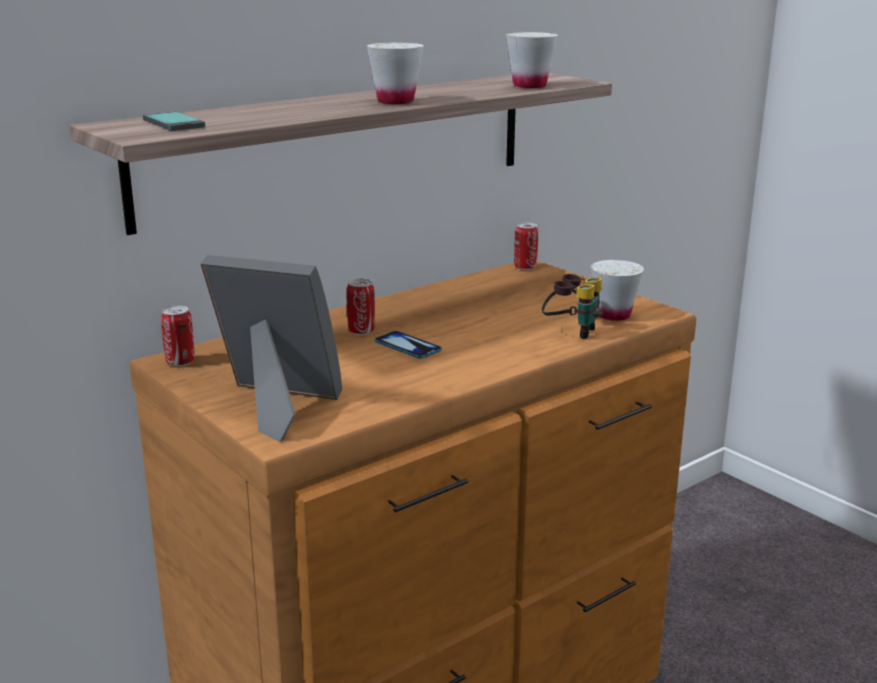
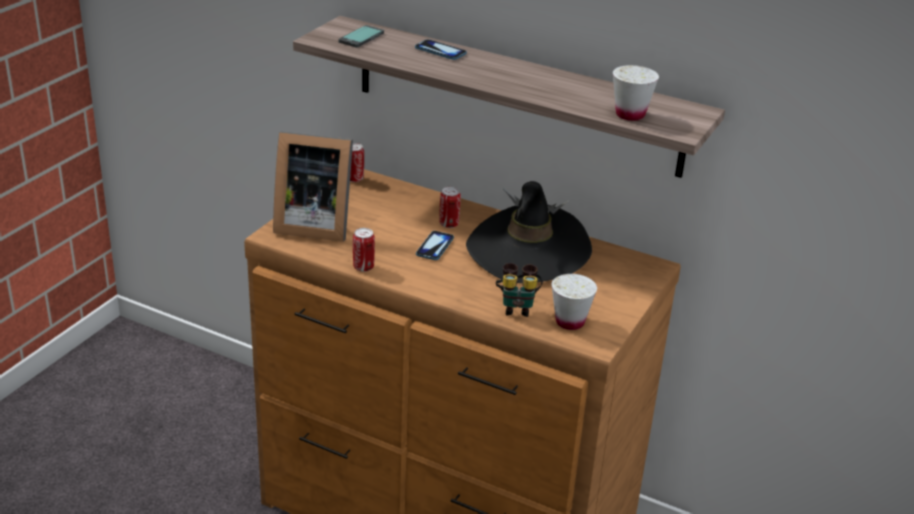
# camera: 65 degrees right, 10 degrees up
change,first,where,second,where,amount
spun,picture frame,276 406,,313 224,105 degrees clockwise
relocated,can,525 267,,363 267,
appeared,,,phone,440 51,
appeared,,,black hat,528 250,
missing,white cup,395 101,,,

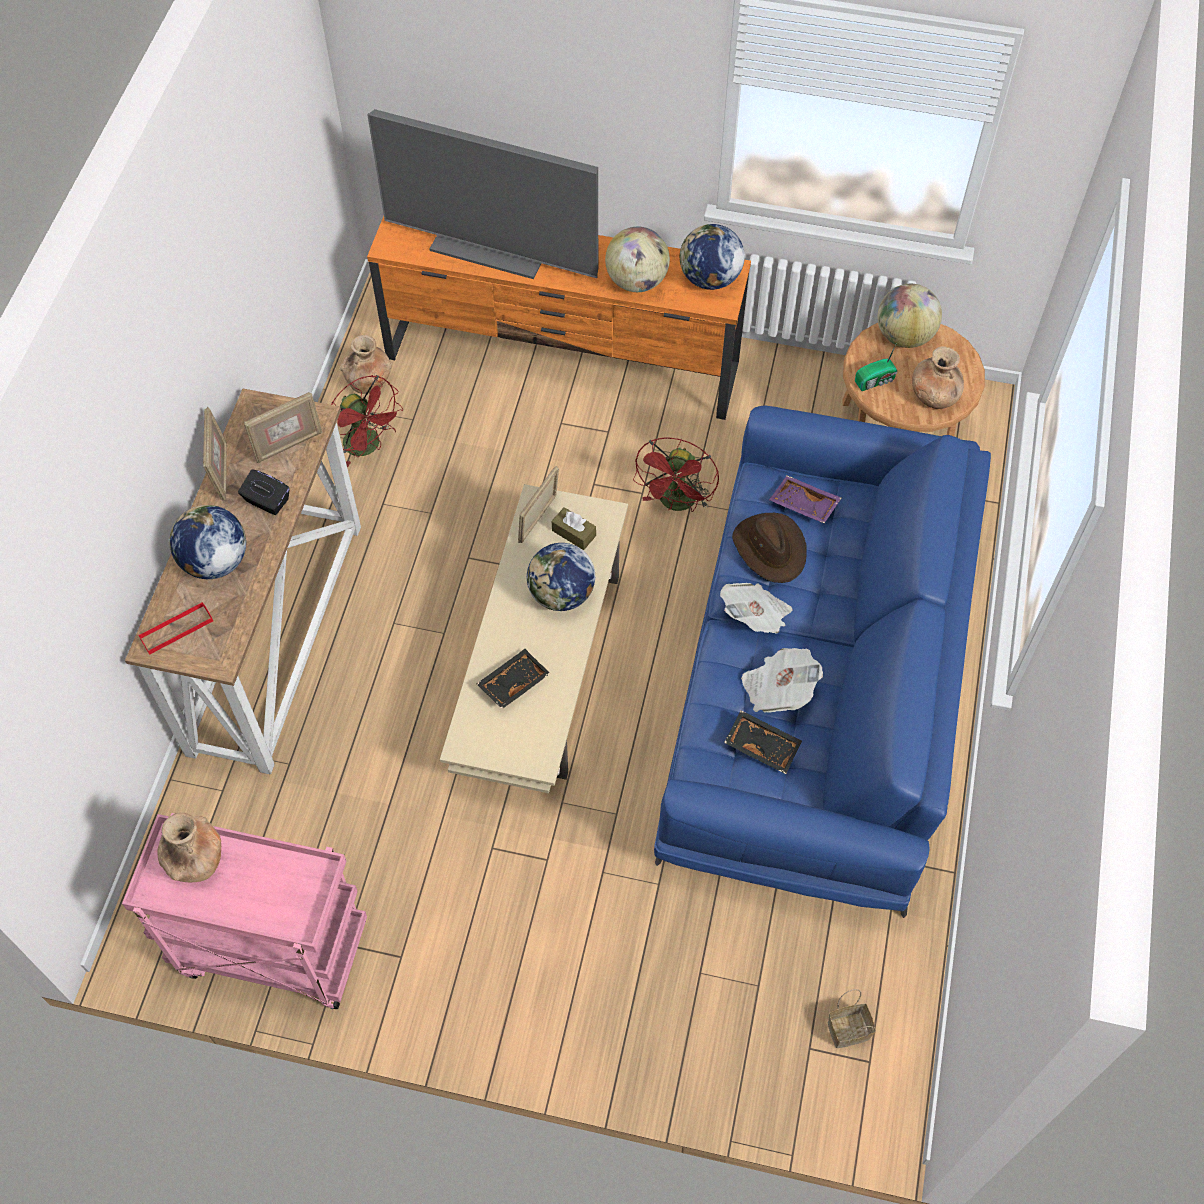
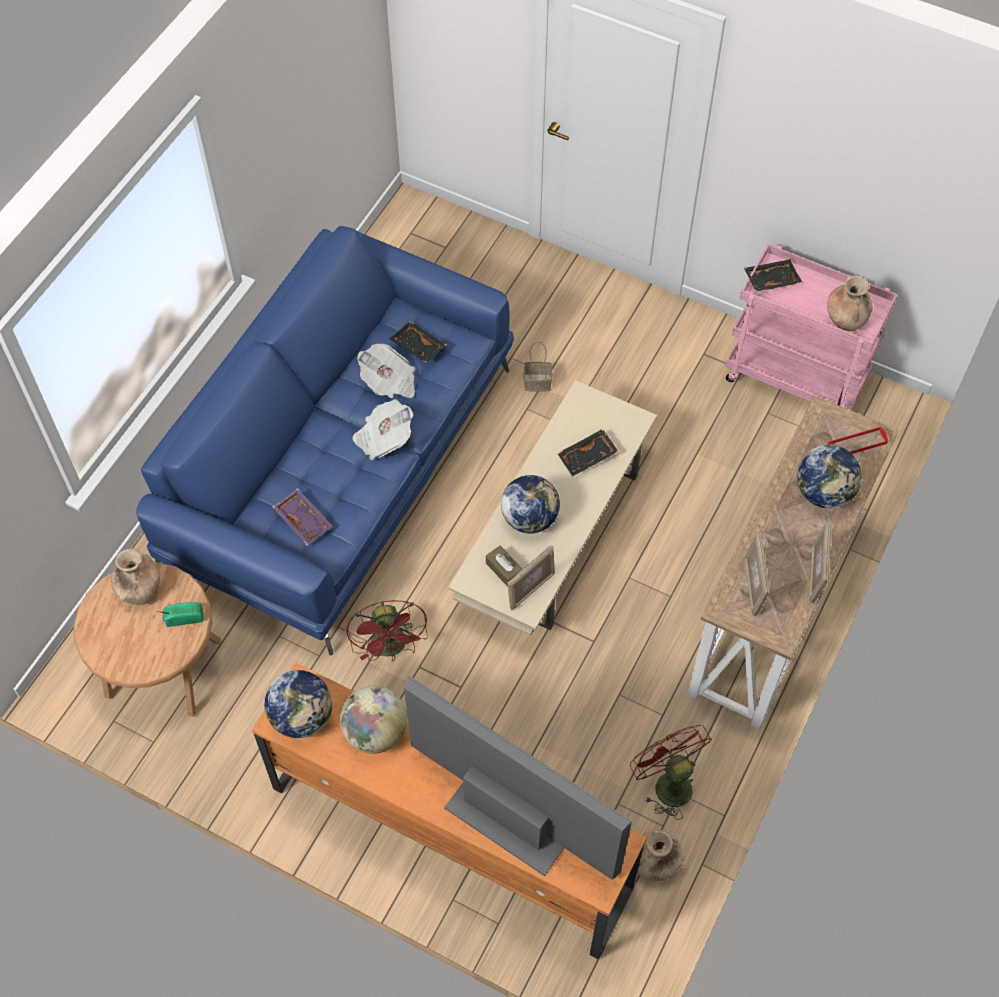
# camera: 165 degrees left, 0 degrees up
change,first,where,second,where,amount
spun,red fan,677 503,,391 648,135 degrees clockwise
relocated,basket,849 1029,,536 383,
appeared,,,black tray,771 279,
spun,picture frame,288 445,,752 586,75 degrees counterclockwise
missing,black tissue box,267 501,,,
missing,brown hat,770 548,,,
missing,globe,904 336,,,

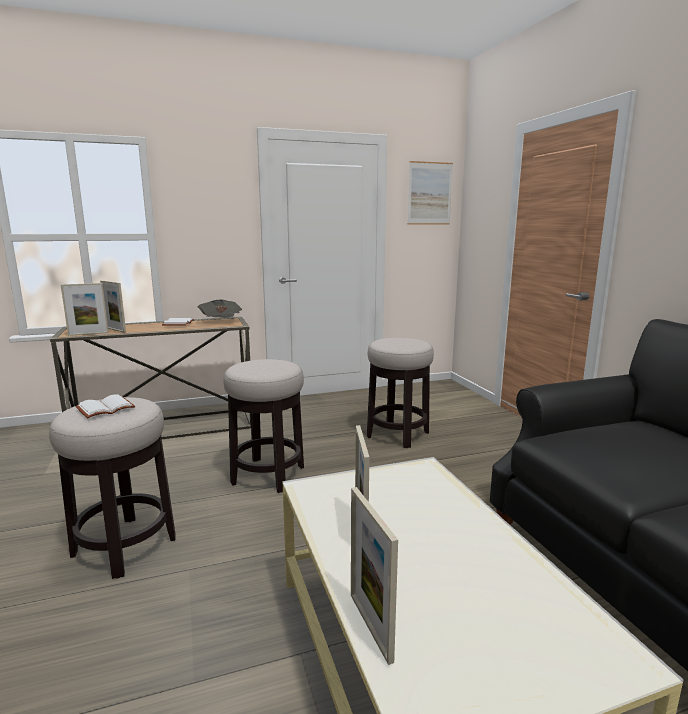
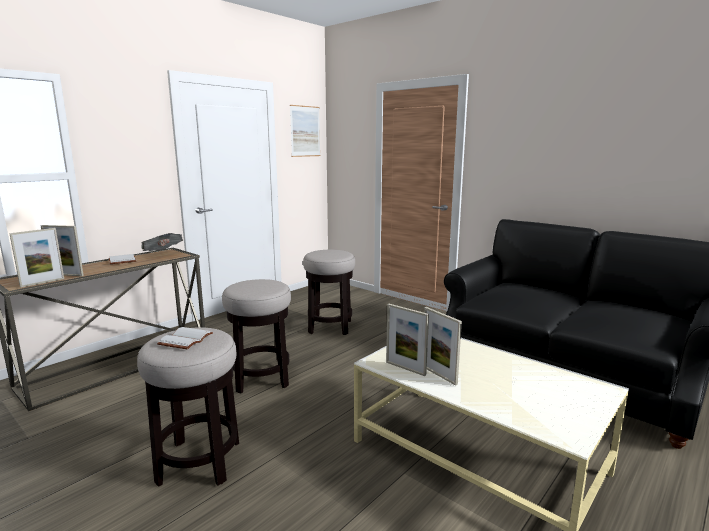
# camera: 30 degrees left, 0 degrees up
change,first,where,second,where,amount
relocated,picture frame,370 626,,405 368,

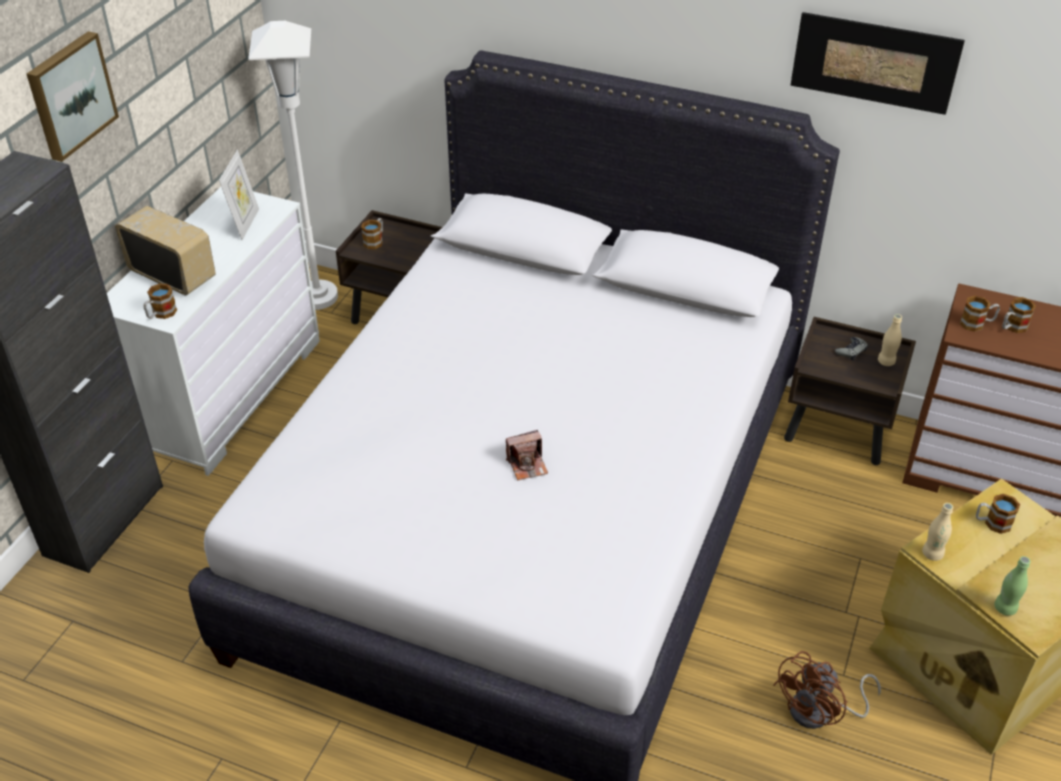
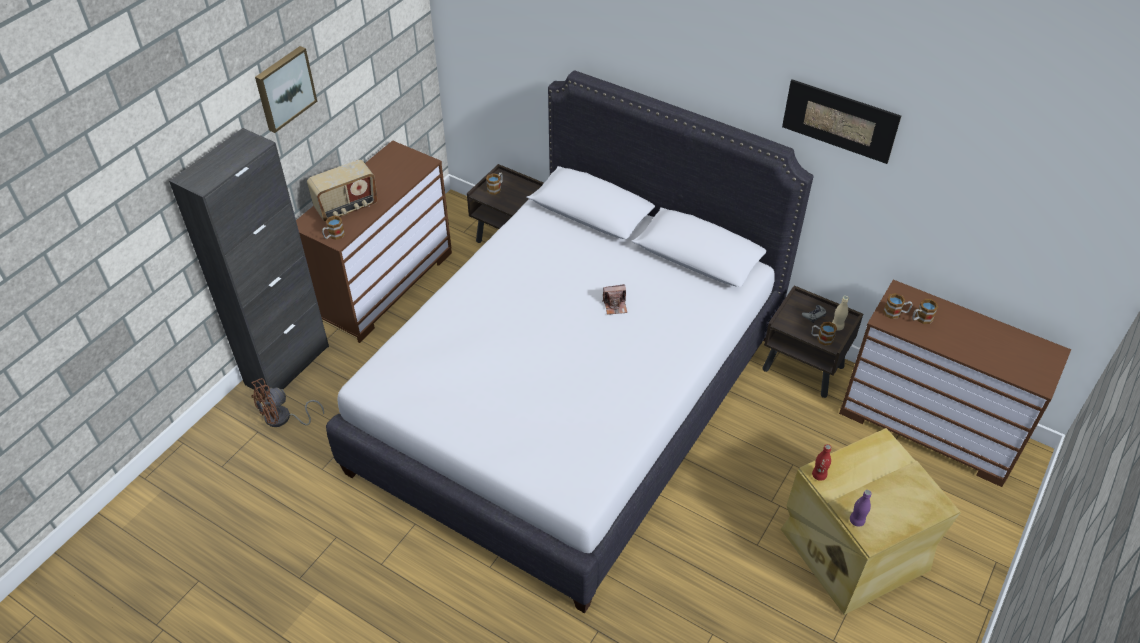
# camera: 10 degrees right, 5 degrees up
change,first,where,second,where,amount
relocated,brown fan,820 712,,283 419,
colour,white dresser,229 393,brown dresser,384 284,
spun,radio,173 275,,346 207,105 degrees clockwise
relocated,photo camera,527 465,,615 305,
relocated,mug,992 523,,821 338,
colour,beige bottle,932 554,red bottle,819 475,
colour,green bottle,1005 608,purple bottle,857 520,
missing,picture frame,245 224,,,
missing,white floor lamp,317 297,,,

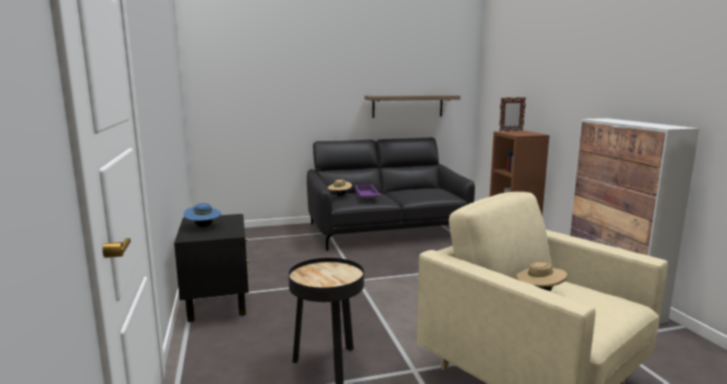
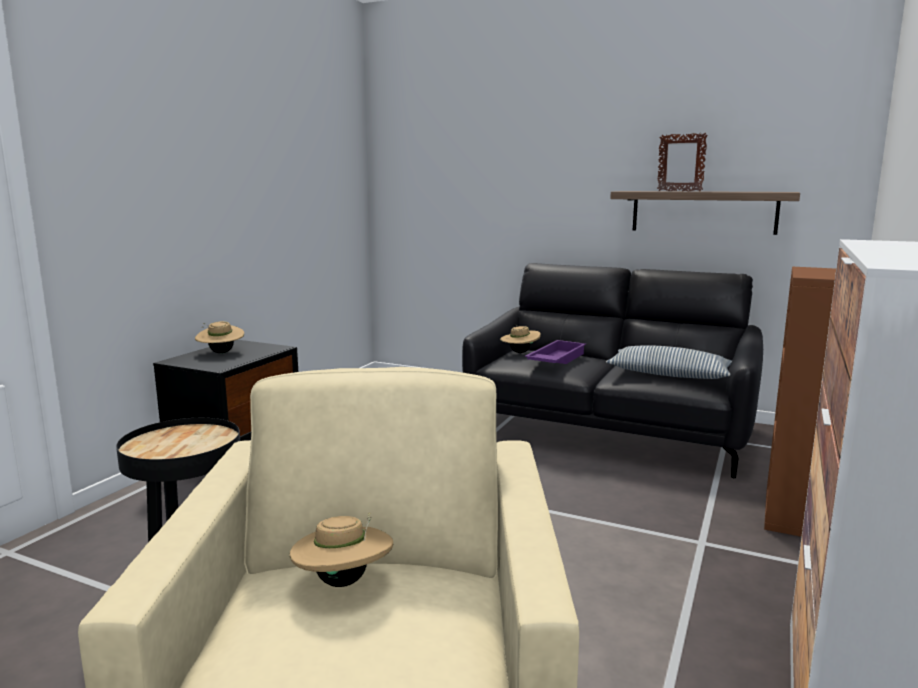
# camera: 40 degrees right, 0 degrees up
change,first,where,second,where,amount
colour,blue hat,203 227,beige hat,221 352,
appeared,,,pillow,668 375,
relocated,picture frame,510 131,,679 191,

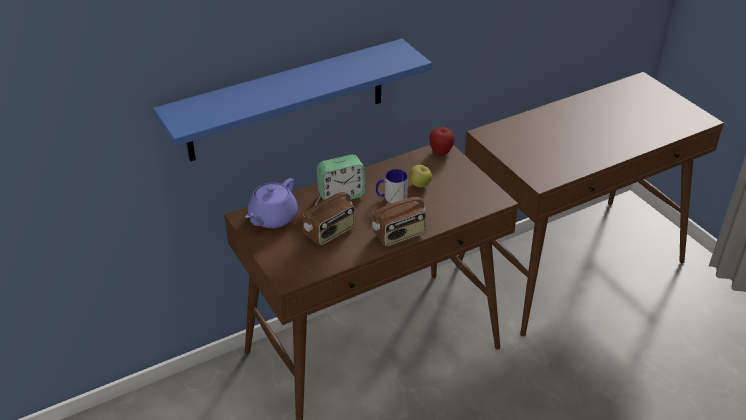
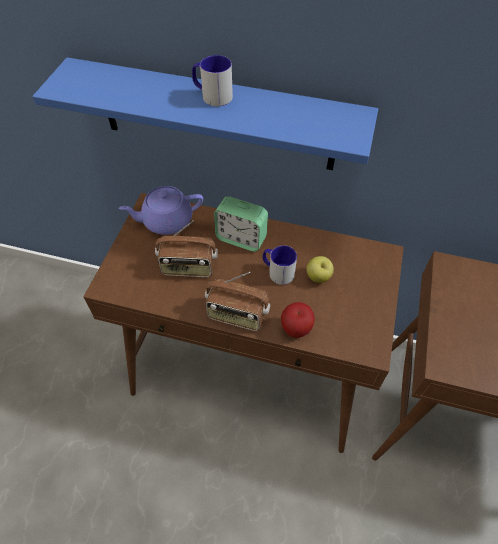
# camera: 45 degrees right, 15 degrees up
change,first,where,second,where,amount
appeared,,,mug,212 95,
relocated,apple,441 152,,296 330,

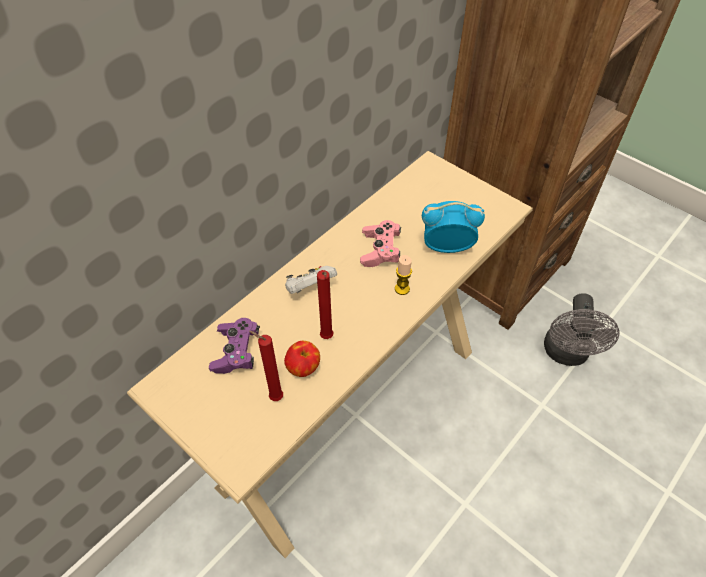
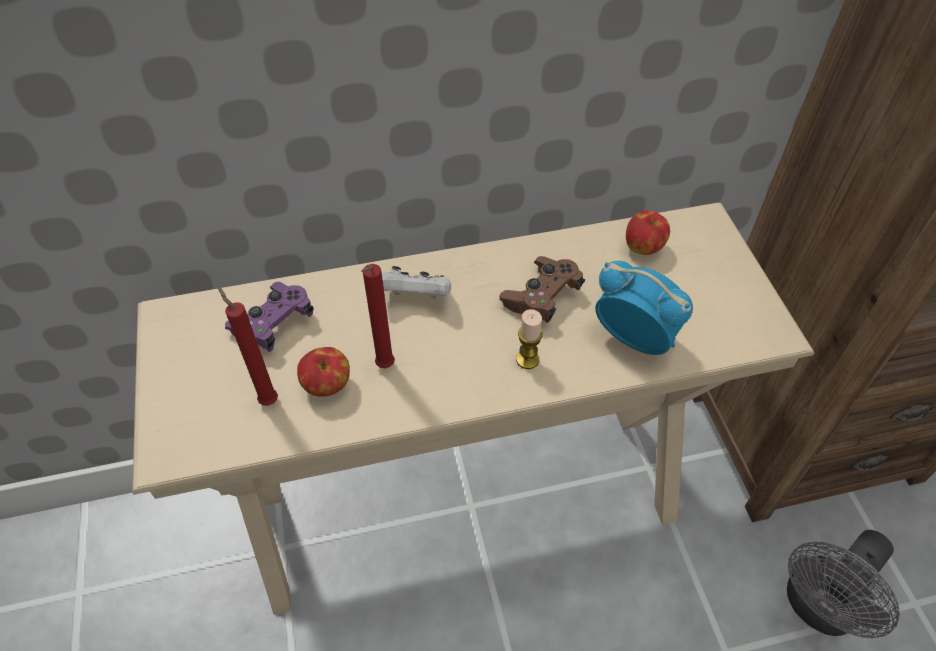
# camera: 35 degrees right, 0 degrees up
change,first,where,second,where,amount
colour,pink game controller,380 250,brown game controller,542 297,
appeared,,,apple,643 247,

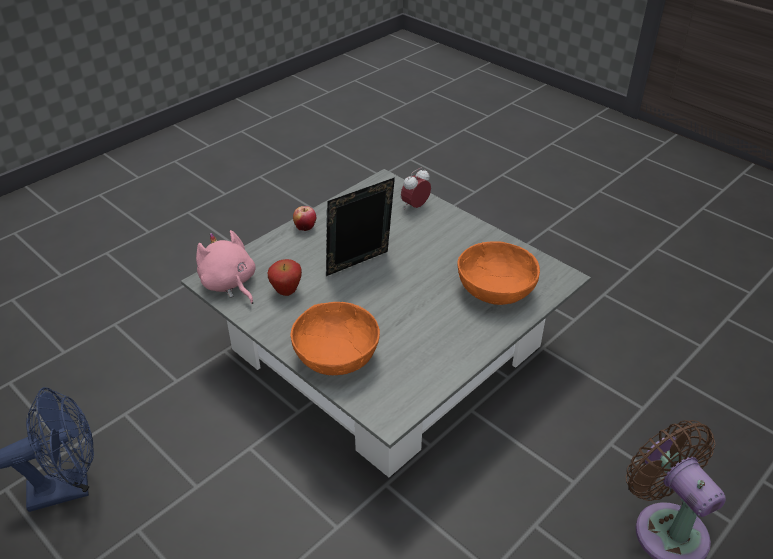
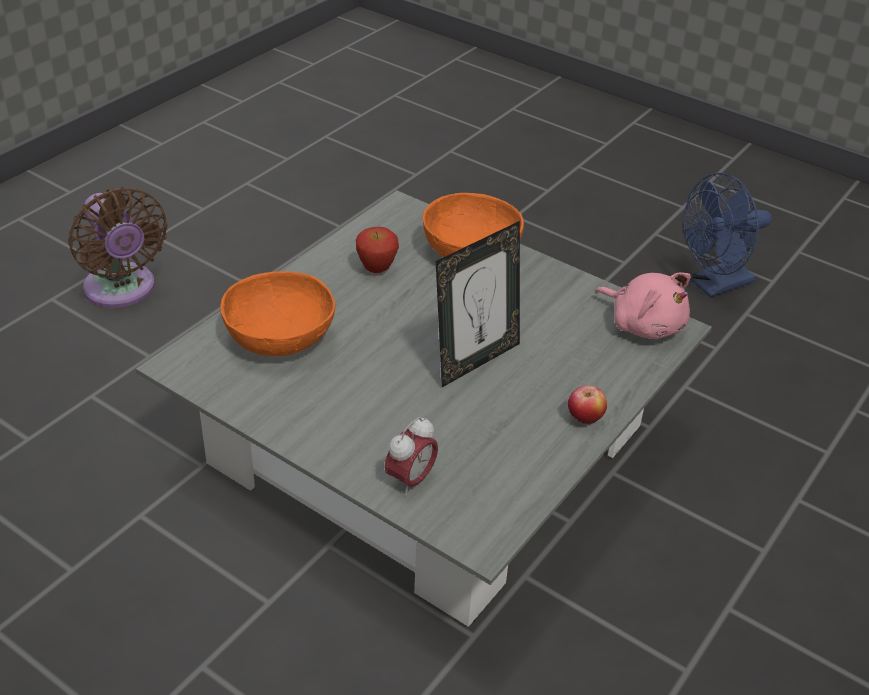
# camera: 170 degrees right, 0 degrees up
change,first,where,second,where,amount
relocated,apple,286 292,,377 270,

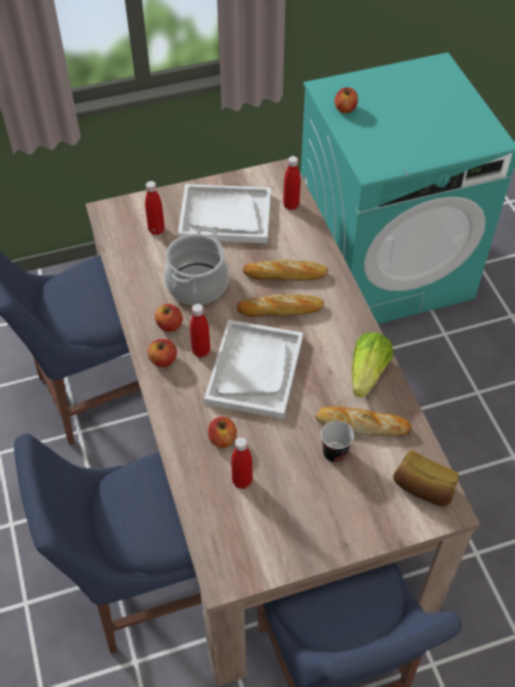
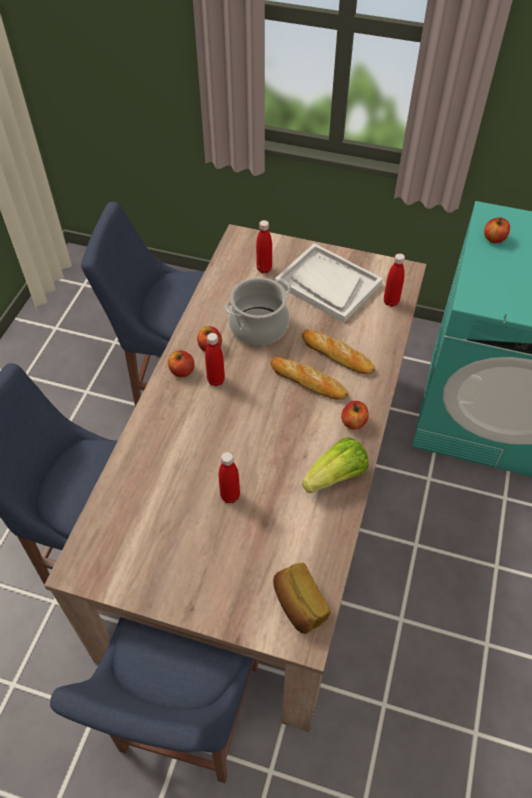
# camera: 35 degrees right, 0 degrees up
change,first,where,second,where,amount
relocated,red bottle,242 481,,230 496,
relocated,apple,222 439,,353 422,
missing,white tray,254 370,,,
missing,bread,362 424,,,
missing,cup,335 453,,,

